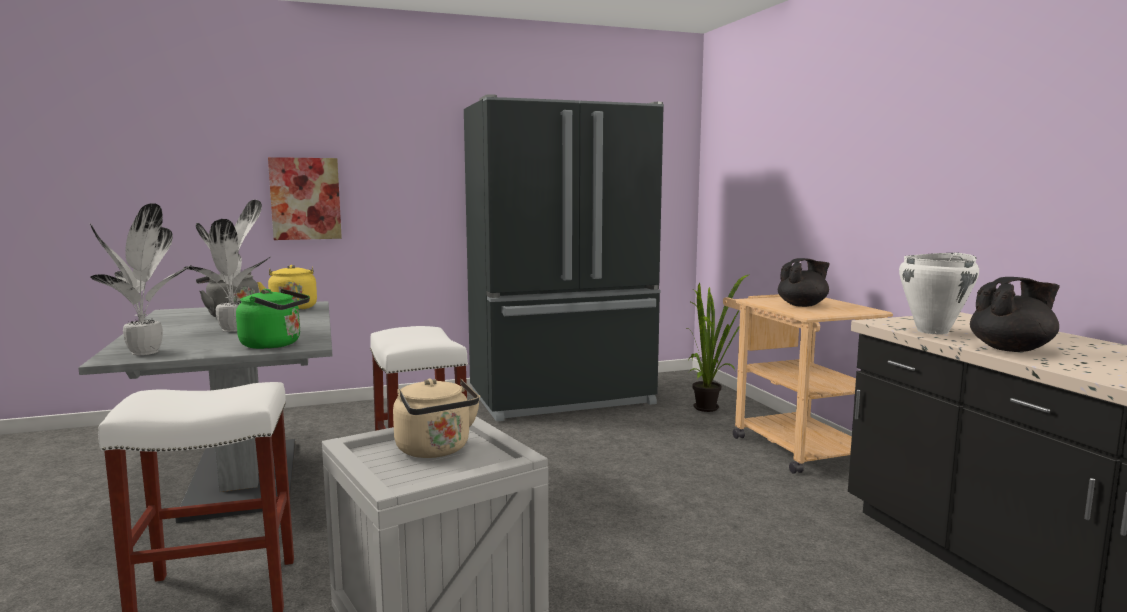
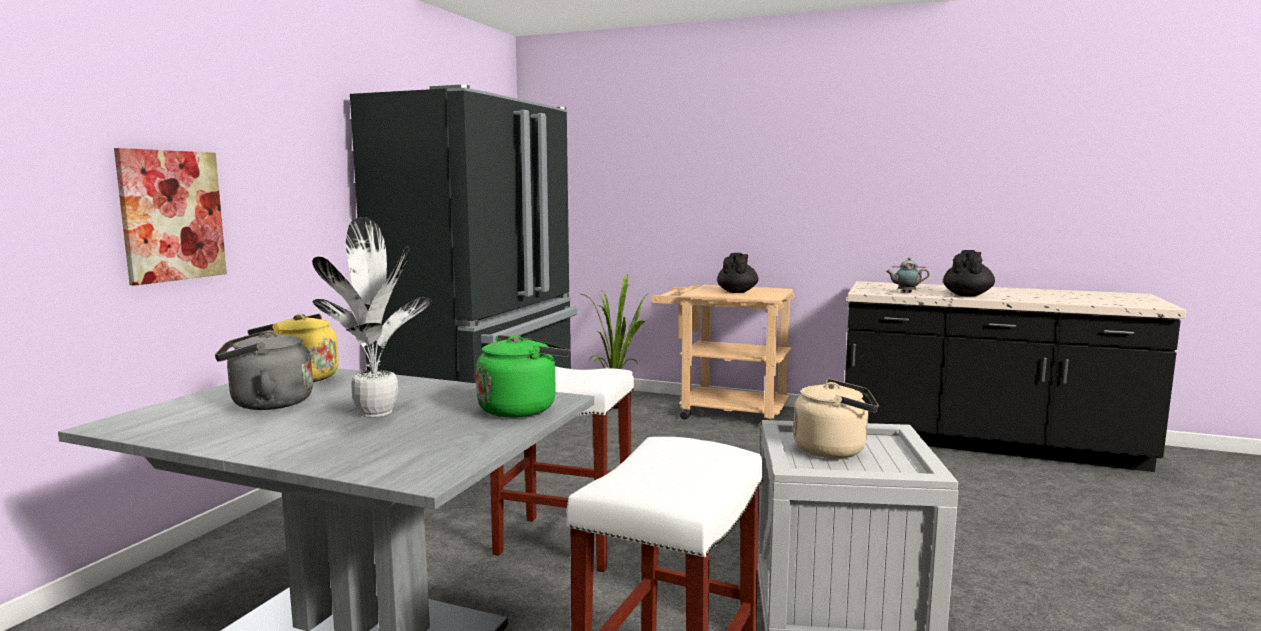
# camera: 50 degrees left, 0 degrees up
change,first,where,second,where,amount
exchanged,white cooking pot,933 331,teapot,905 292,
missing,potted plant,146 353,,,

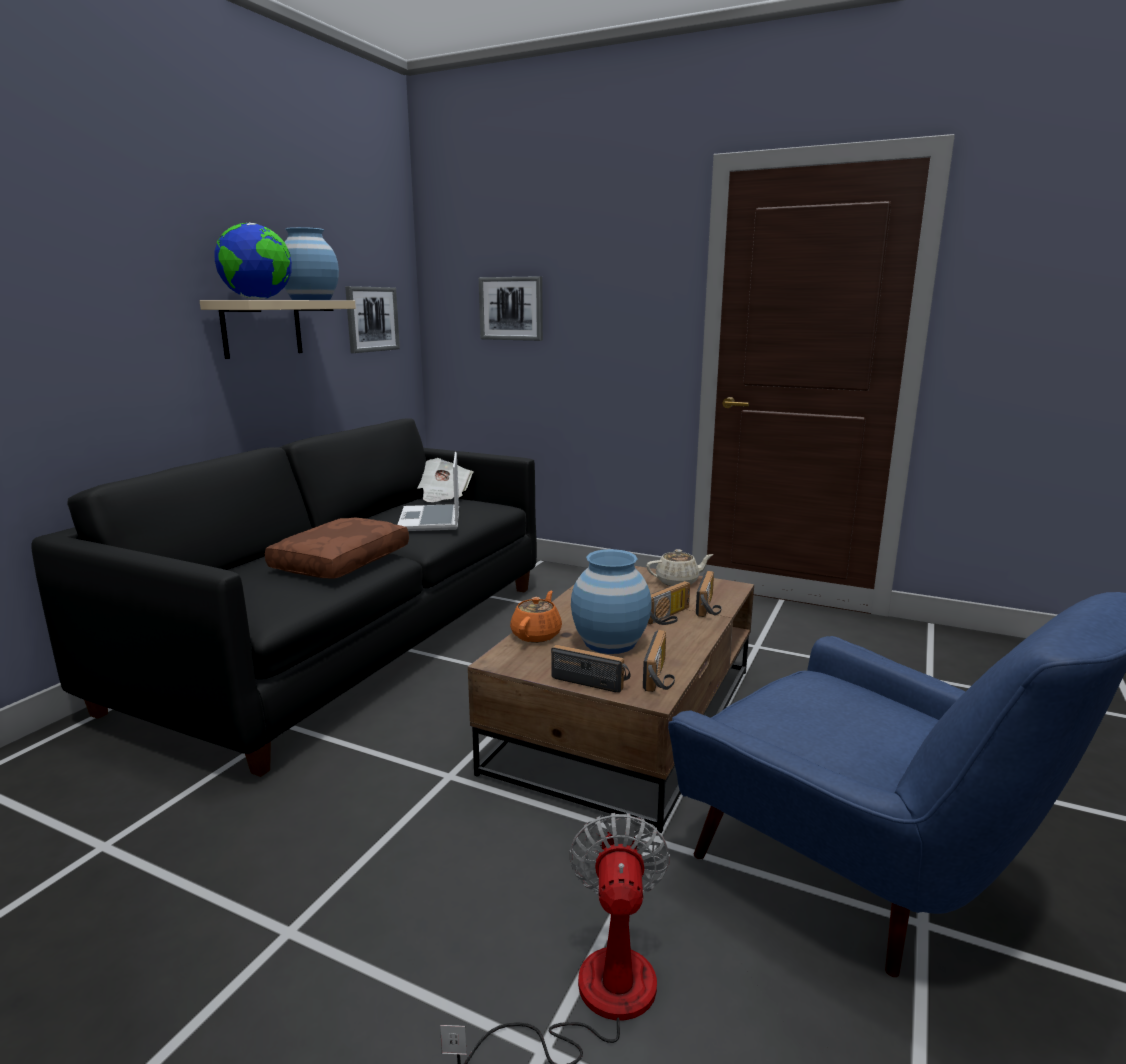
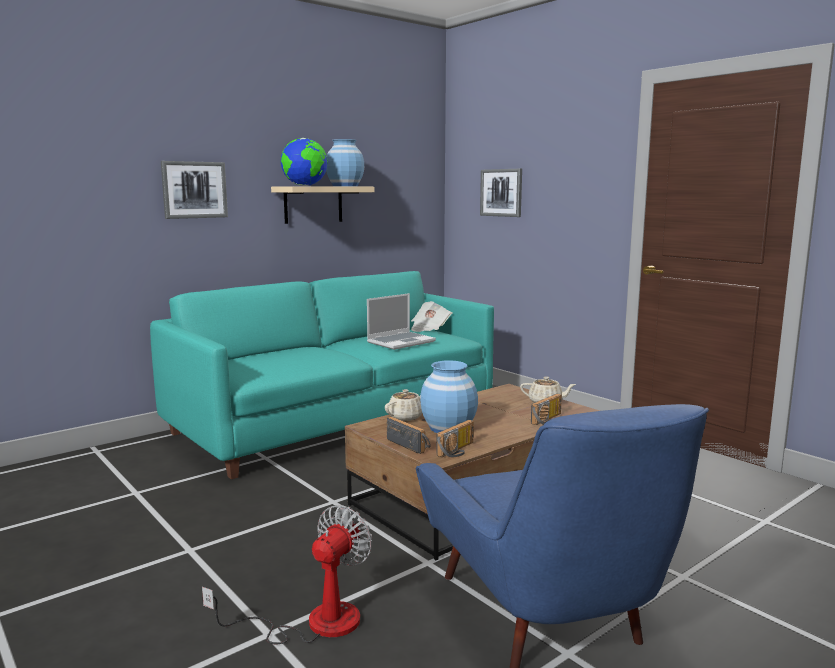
# camera: 25 degrees right, 5 degrees down
change,first,where,second,where,amount
colour,black sofa,348 641,turquoise sofa,336 420,
relocated,picture,371 319,,194 190,
spun,laptop,431 520,,401 342,150 degrees counterclockwise
colour,orange teapot,537 634,beige teapot,406 417,
missing,brown pillow,340 561,,,
missing,radio,670 617,,,

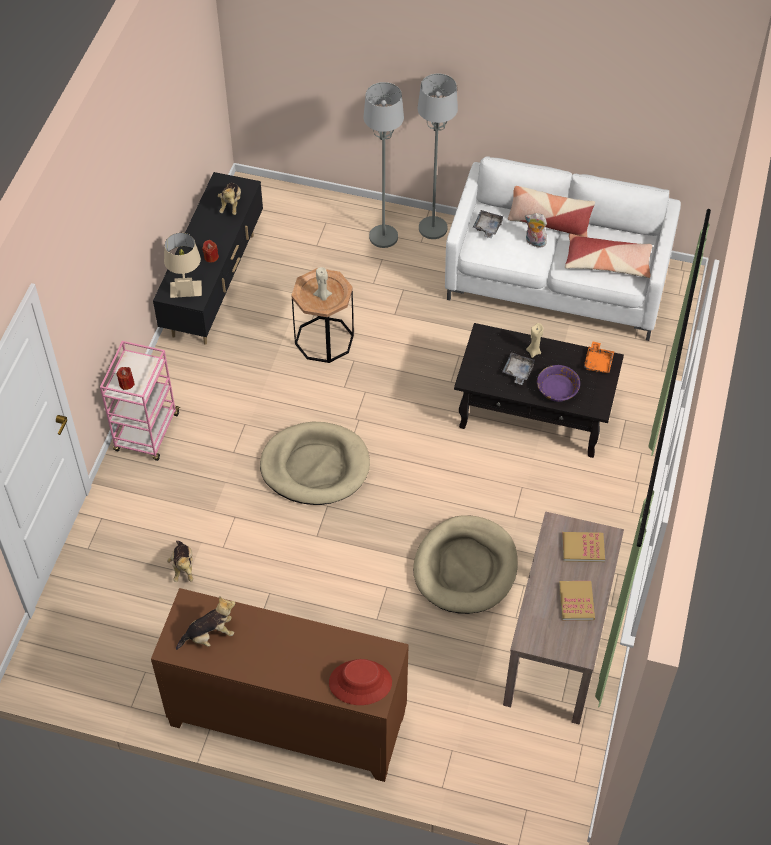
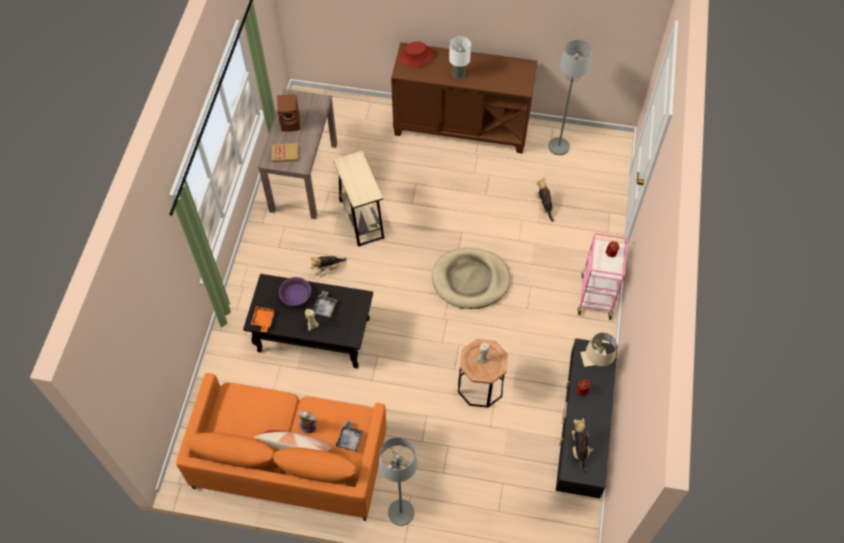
# camera: 175 degrees right, 5 degrees up
change,first,where,second,where,amount
colour,white sofa,556 282,orange sofa,291 461,
exchanged,book,576 601,brown speaker,291 123,
relocated,plush toy,210 635,,327 268,
exchanged,beige dog bed,465 567,beige side table,361 219,
appeared,,,table lamp,458 73,
relocated,grey floor lamp,383 236,,559 147,
missing,pillow,608 263,,,

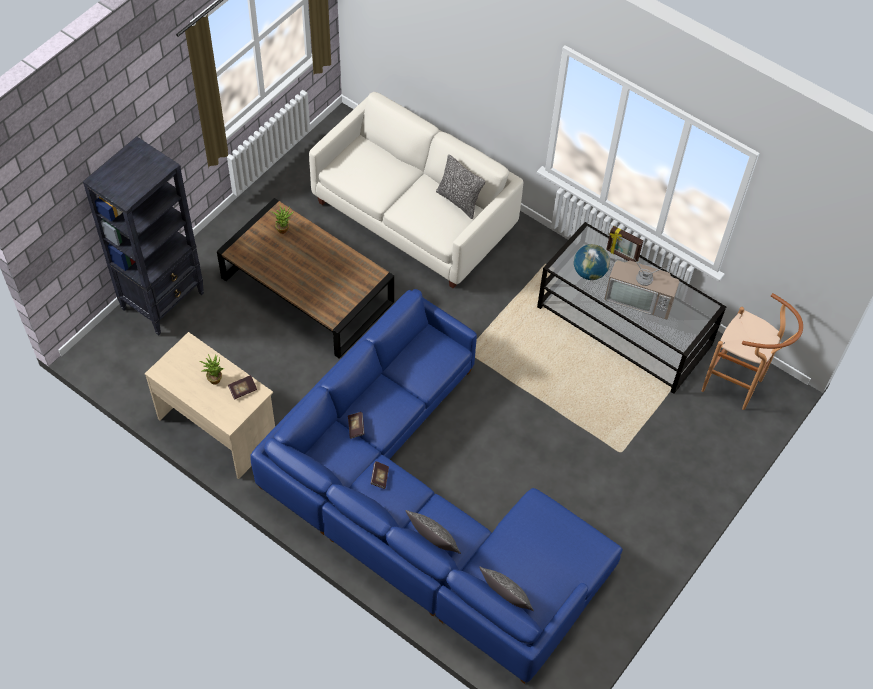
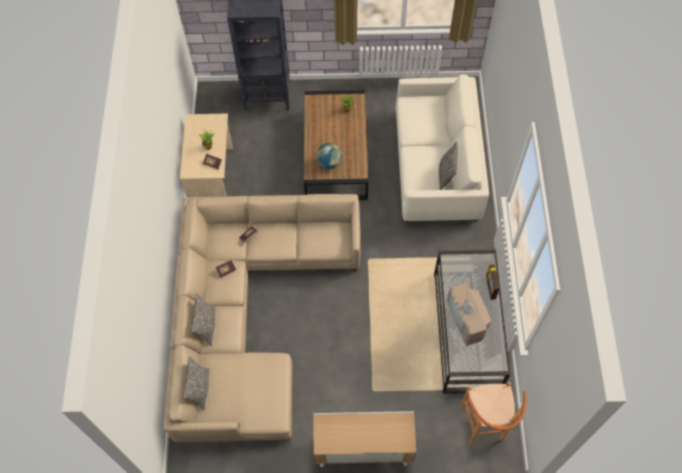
# camera: 55 degrees right, 5 degrees up
change,first,where,second,where,amount
colour,blue sofa,427 507,beige sofa,248 312,
appeared,,,cabinet,362 449,
relocated,globe,589 272,,329 162,

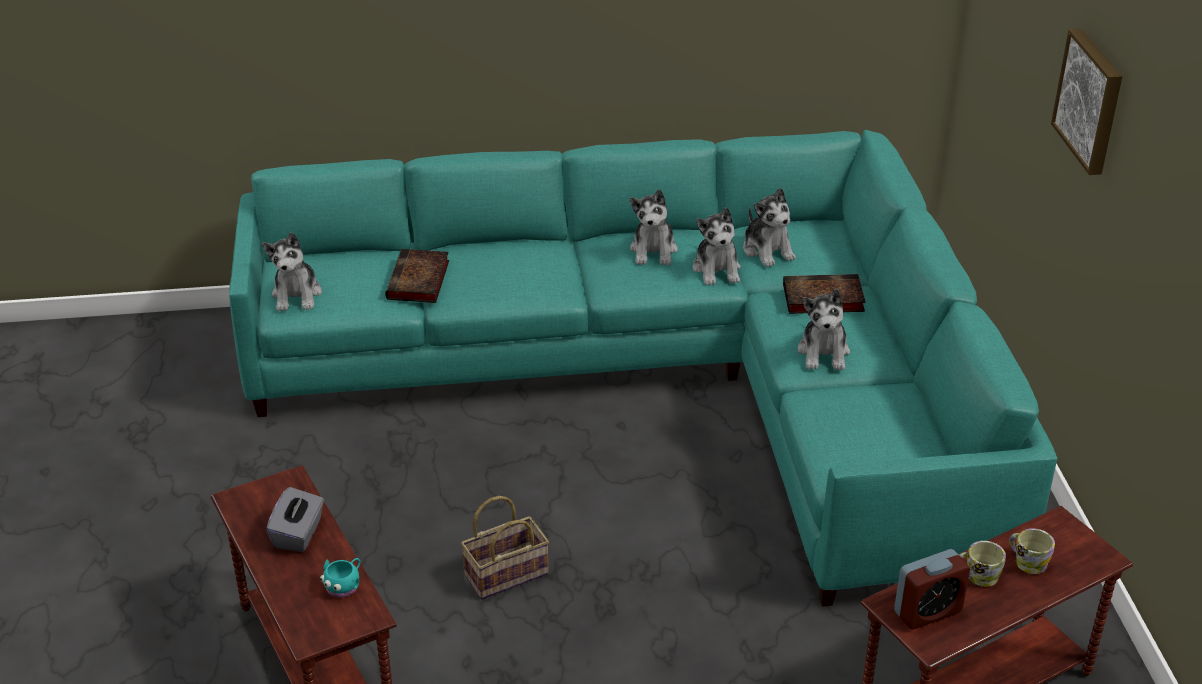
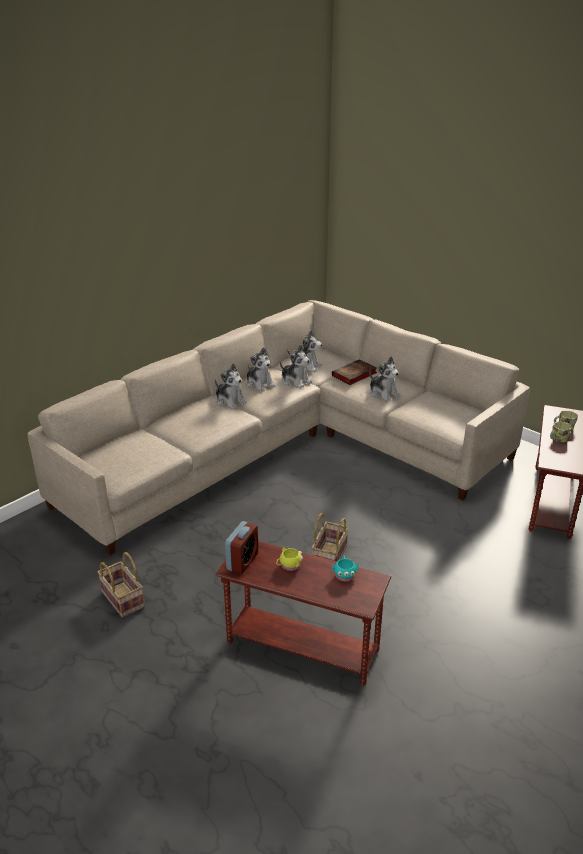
# camera: 40 degrees left, 5 degrees down
change,first,where,second,where,amount
colour,turquoise sofa,668 382,beige sofa,289 448,
appeared,,,basket,121 599,
relocated,plush toy,297 295,,230 401,
relocated,alarm clock,927 612,,242 561,
exchanged,grey tissue box,299 534,yellow mug,289 565,
missing,book,418 282,,,
missing,picture,1091 100,,,

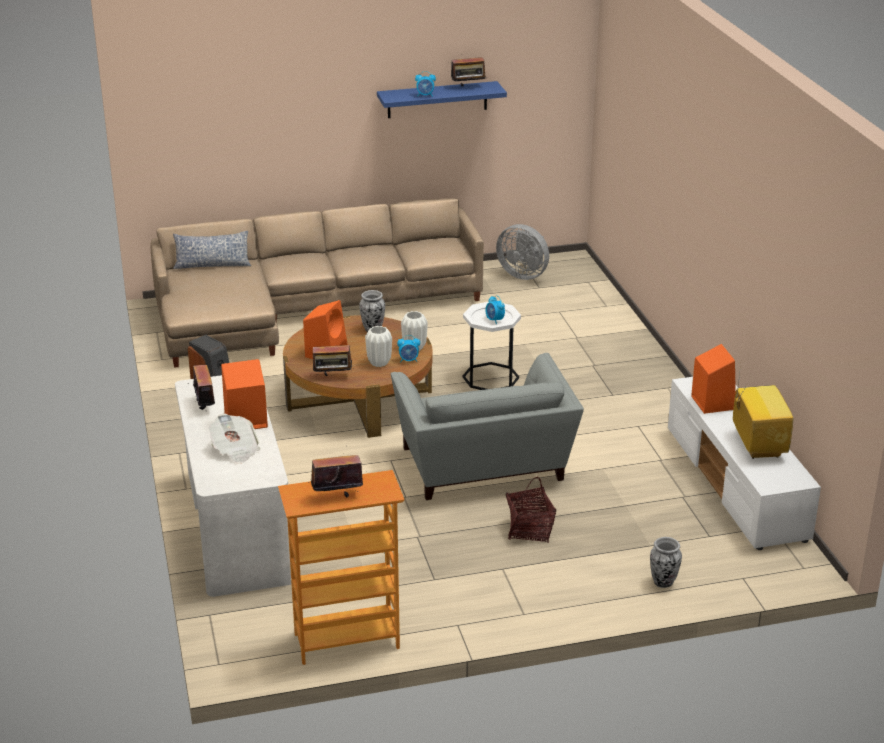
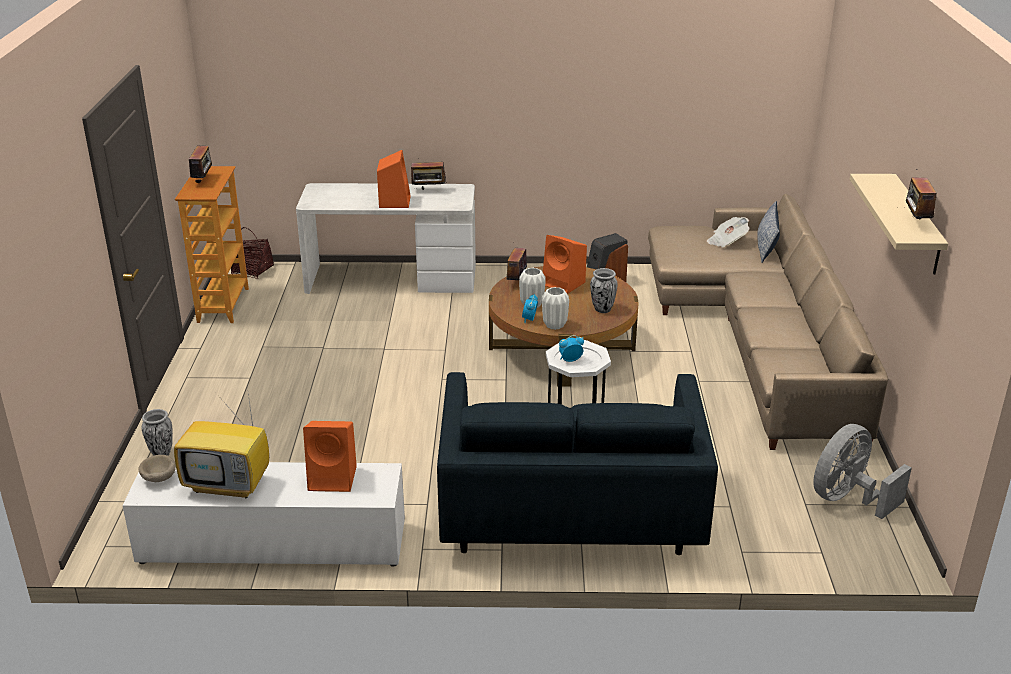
# camera: 105 degrees right, 0 degrees up
change,first,where,second,where,amount
appeared,,,beige bowl,158 479,
relocated,basket,529 530,,252 270,
appeared,,,blue sofa,570 511,
relocated,newspaper,235 450,,727 242,
colour,blue shelf,437 99,beige shelf,916 224,
missing,grey armchair,483 467,,,
missing,alarm clock,425 95,,,

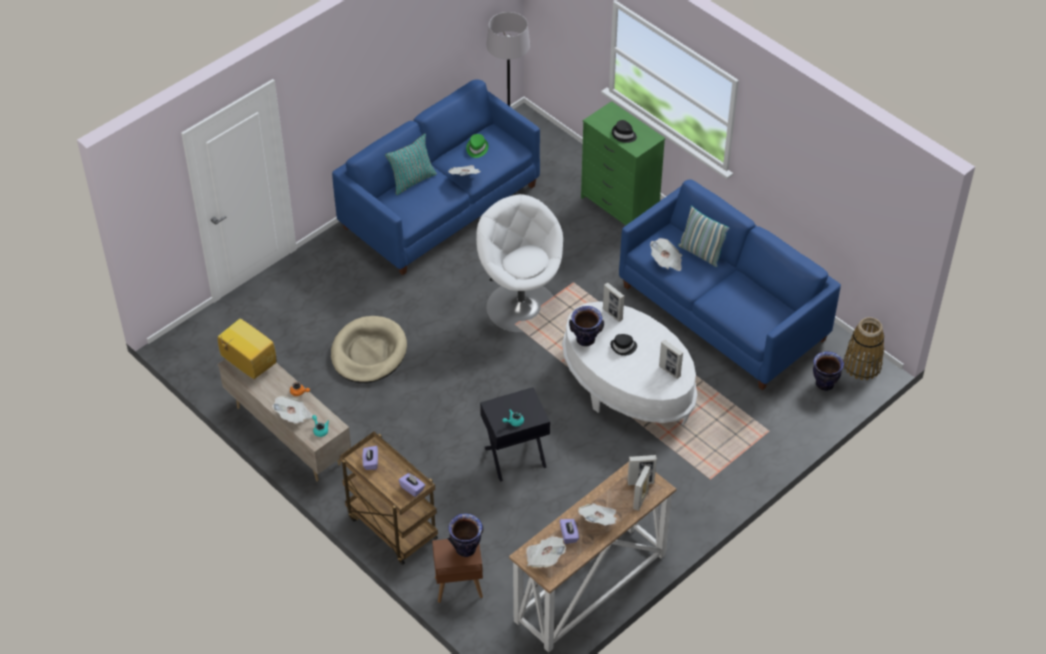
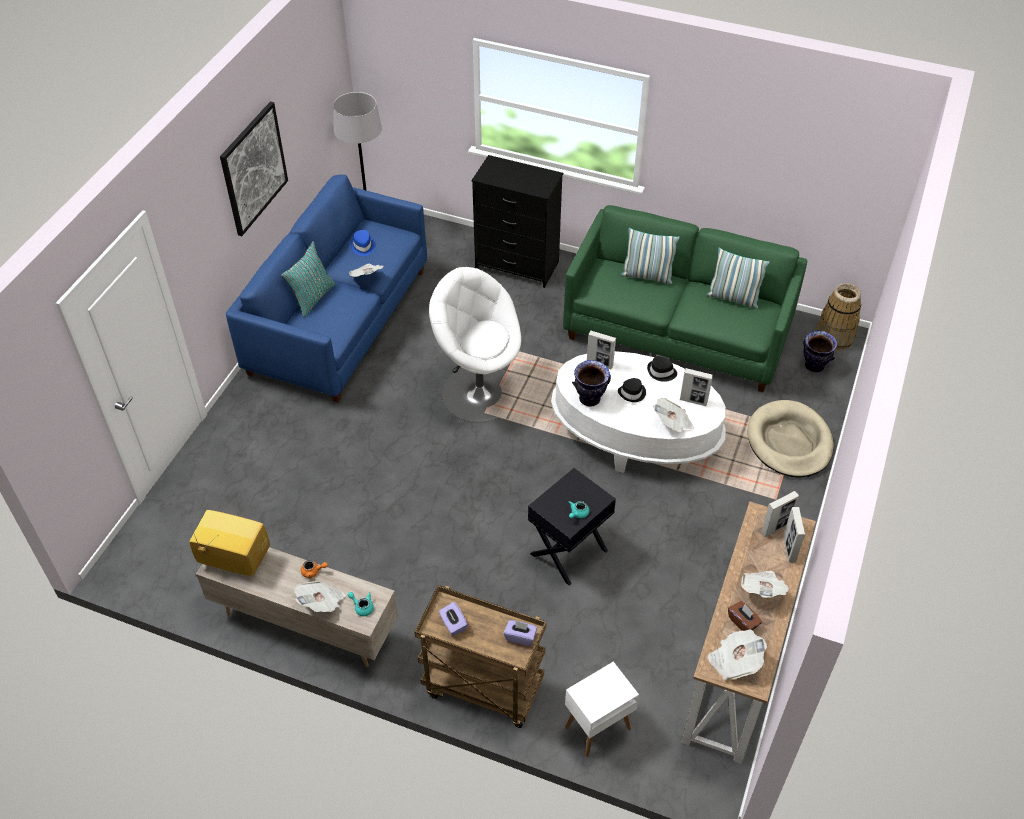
# camera: 25 degrees left, 0 degrees up
change,first,where,second,where,amount
appeared,,,picture,253 168,
colour,green hat,476 148,blue hat,362 246,
colour,green dresser,619 206,black dresser,516 266,
colour,blue sofa,723 312,green sofa,677 331,
colour,brown side table,458 587,white side table,597 728,
relocated,black hat,623 135,,661 372,
relocated,newspaper,666 261,,672 423,
appeared,,,pillow,733 298,
colour,purple tissue box,569 535,brown tissue box,743 622,
relocated,beige dog bed,368 353,,789 442,
missing,vase,466 549,,,

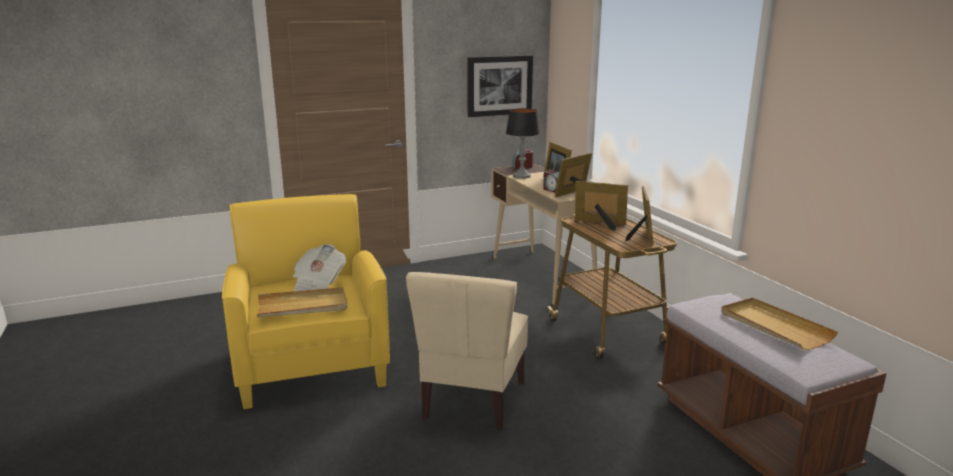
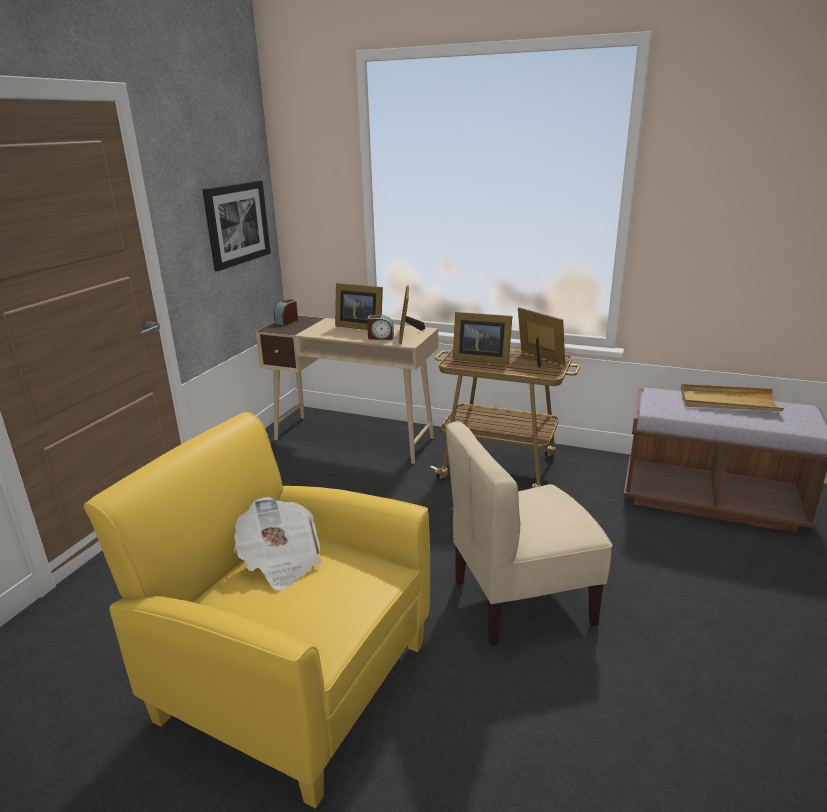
# camera: 45 degrees left, 5 degrees up
change,first,where,second,where,amount
spun,beige chair,472 400,,521 601,105 degrees clockwise
spun,picture frame,600 224,,480 359,135 degrees counterclockwise
missing,beige tray,303 306,,,
missing,table lamp,521 176,,,

